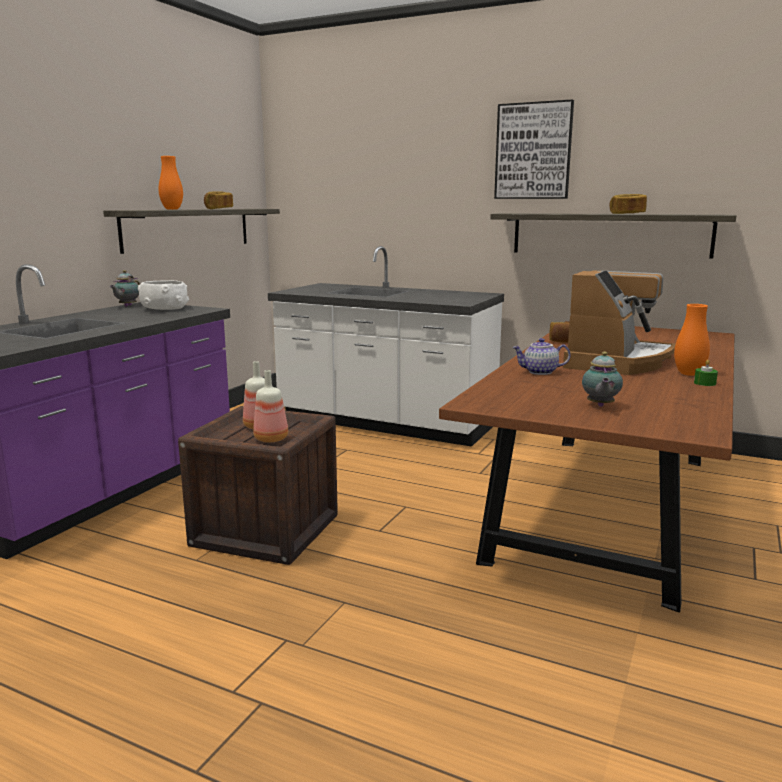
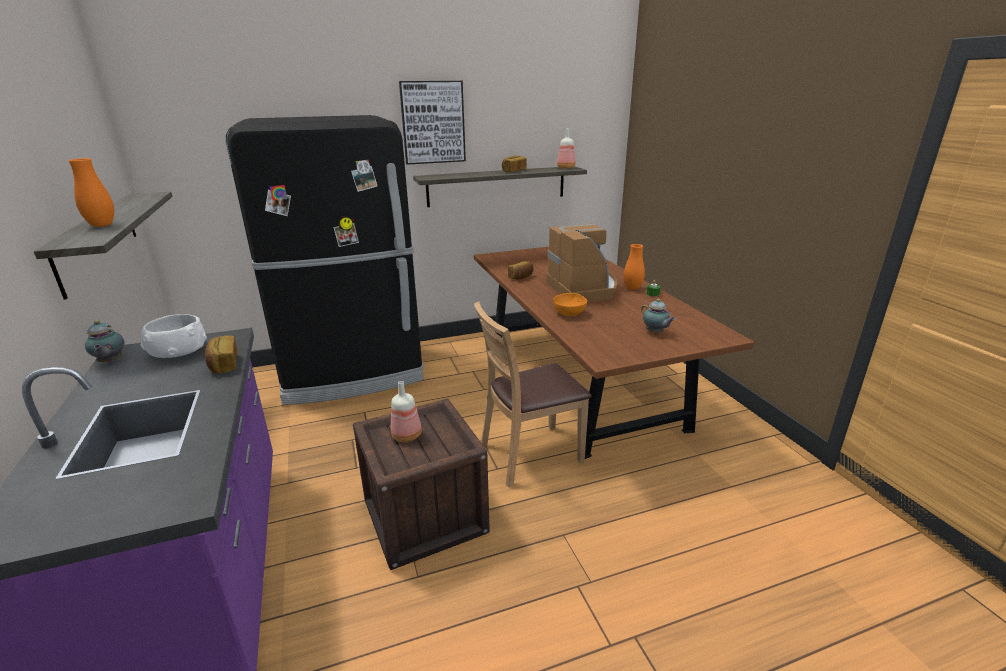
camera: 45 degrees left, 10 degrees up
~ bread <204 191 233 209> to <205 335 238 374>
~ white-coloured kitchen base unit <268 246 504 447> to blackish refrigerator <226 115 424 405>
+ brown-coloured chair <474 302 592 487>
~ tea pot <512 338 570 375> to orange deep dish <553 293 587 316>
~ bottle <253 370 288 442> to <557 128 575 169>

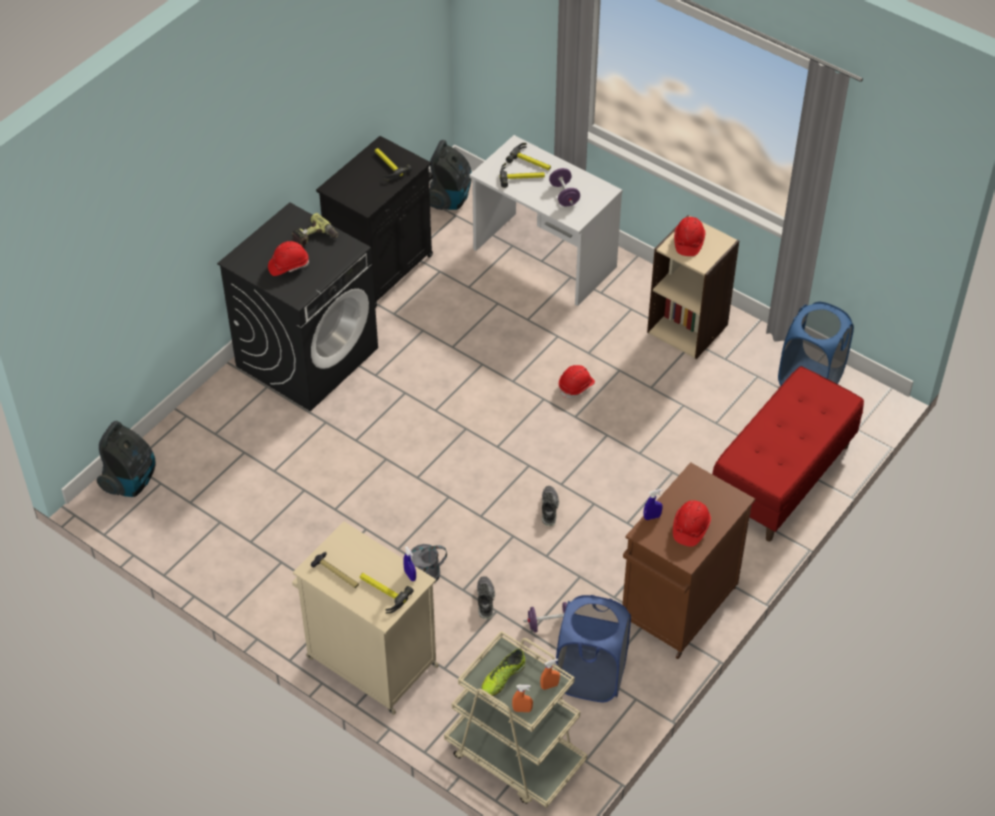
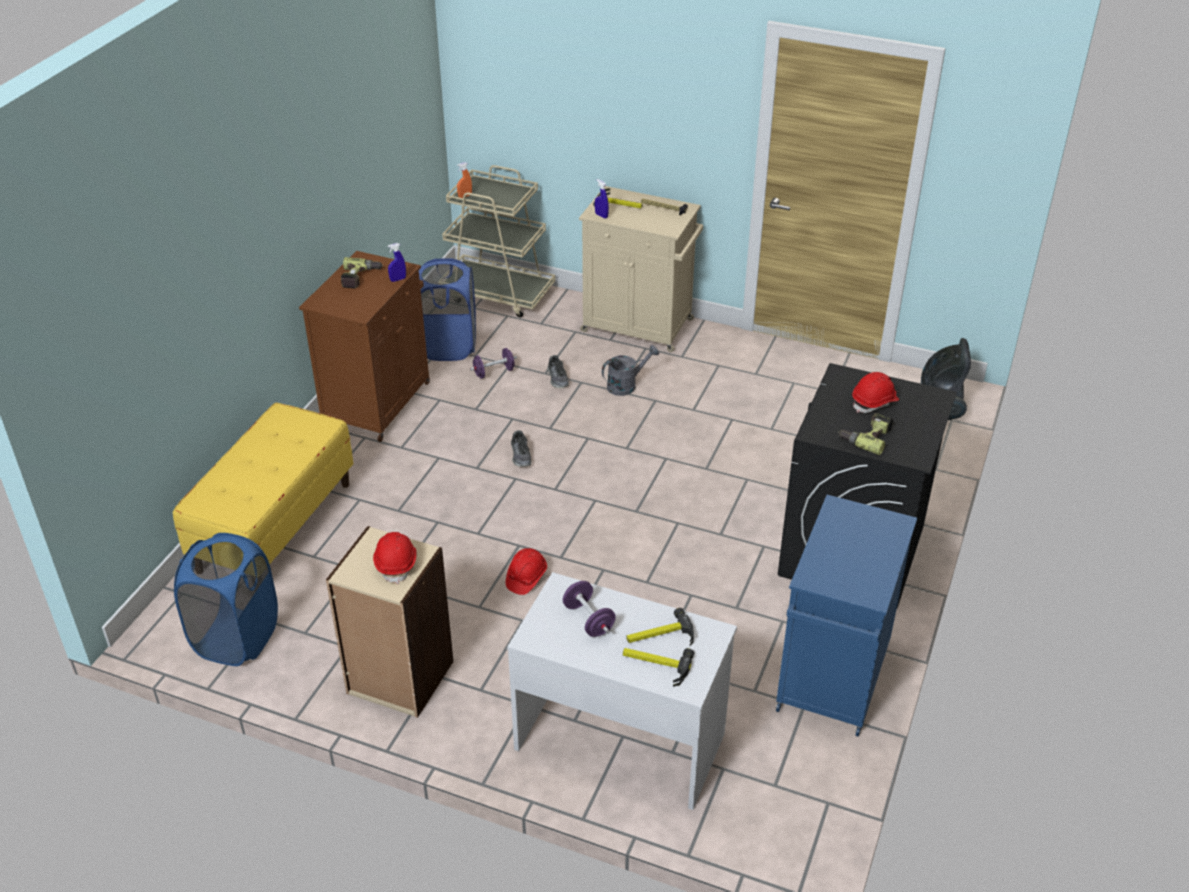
camera: 165 degrees right, 10 degrees down
~ reddish long seat <712 366 864 541> to yellow long seat <173 403 353 565>
~ reddish hard hat <673 500 711 547> to drill <341 257 382 288>
~ blackish cupboard <316 136 433 308> to bluish cupboard <776 495 917 737>
- hammer <375 148 412 181>
- vacuum cleaner <430 140 472 210>
- shoe <481 649 526 696>
- orange spray bottle <512 685 533 712>

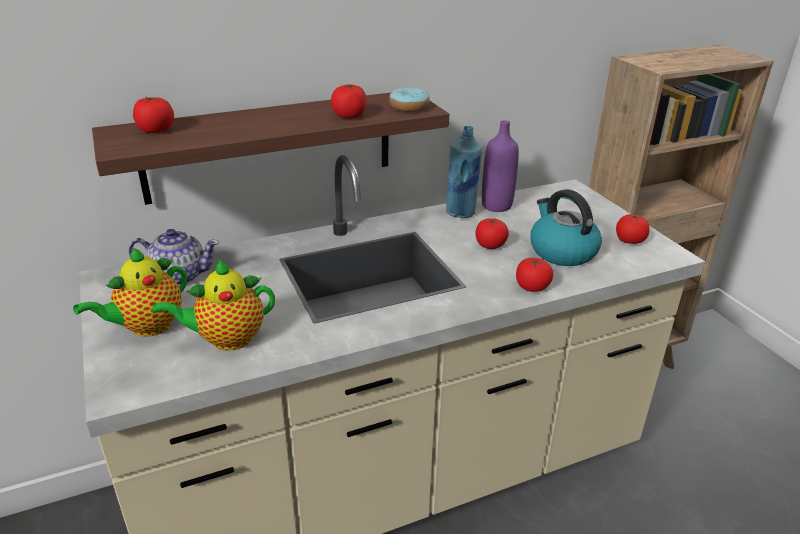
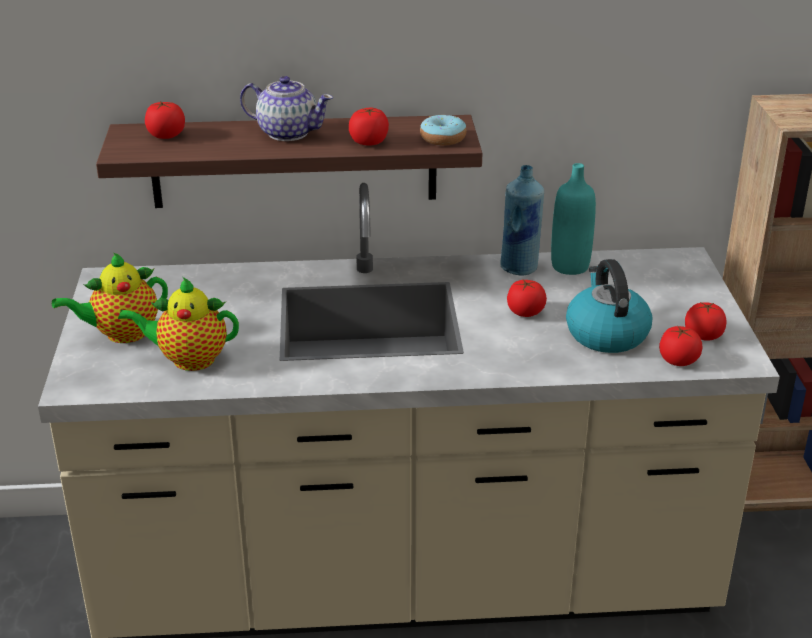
camera: 20 degrees right, 0 degrees up
~ tea pot <129 229 219 286> to <240 76 333 141>
~ purple-coloured bottle <482 120 519 212> to blue-green bottle <551 163 596 275>
~ whole tomato <516 258 553 292> to <659 325 703 366>

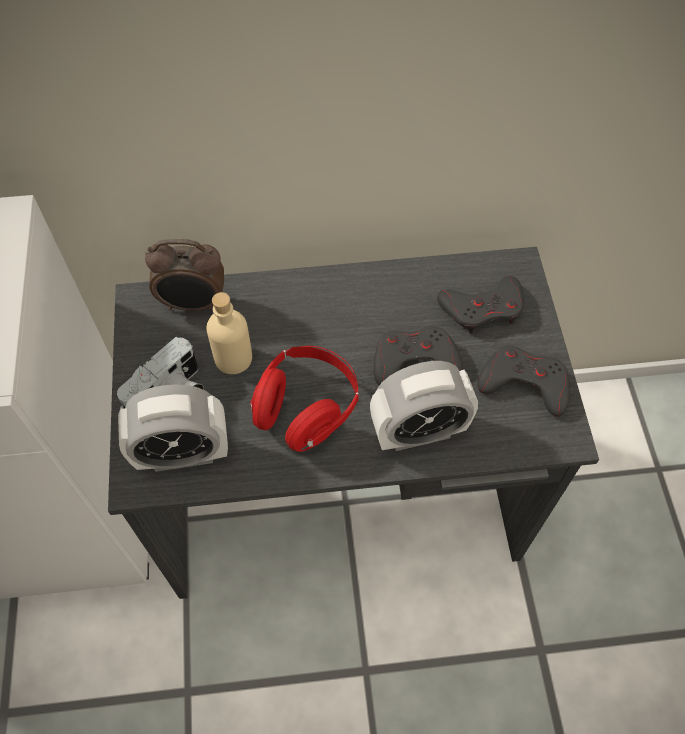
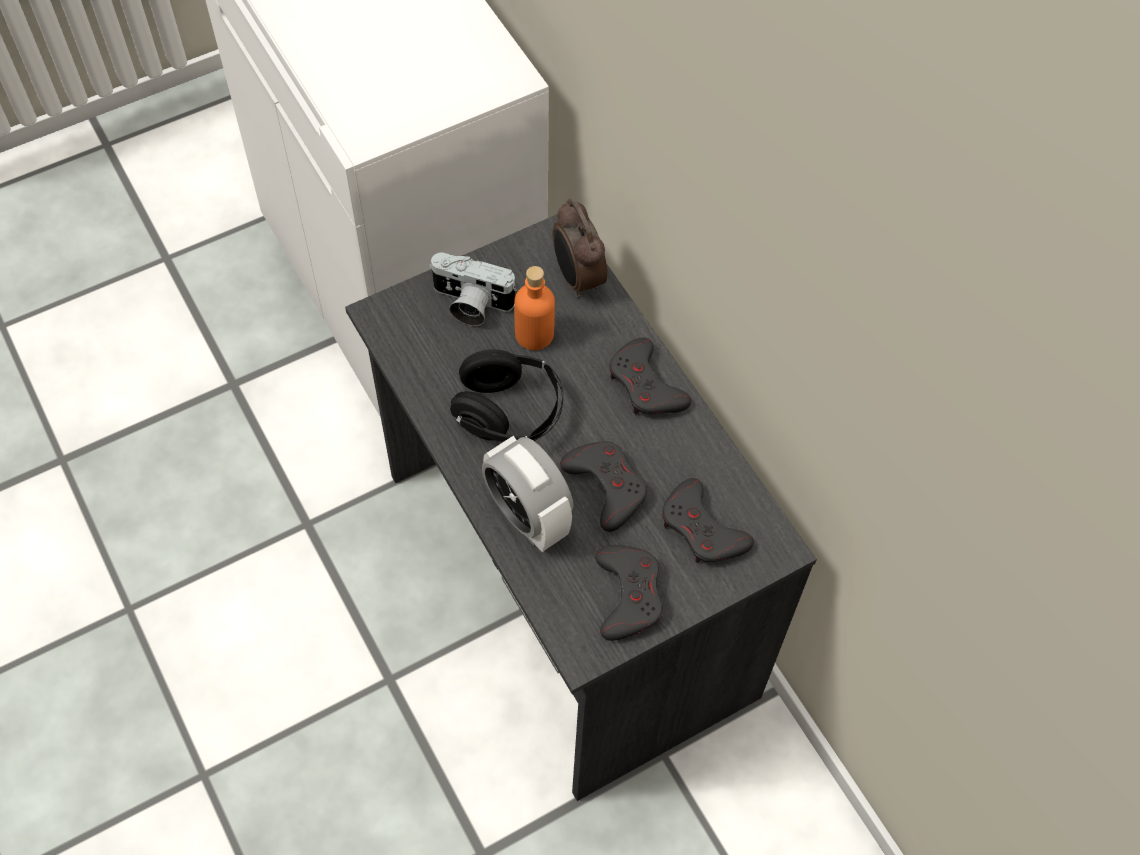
camera: 65 degrees right, 0 degrees up
~ reddish pair of headphones <250 346 359 452> to blackish pair of headphones <450 350 563 442>
~ beige-coloured bottle <206 292 252 374> to orange bottle <515 266 555 350>
+ gray game controller <609 338 692 414>
- table clock <118 384 228 472>

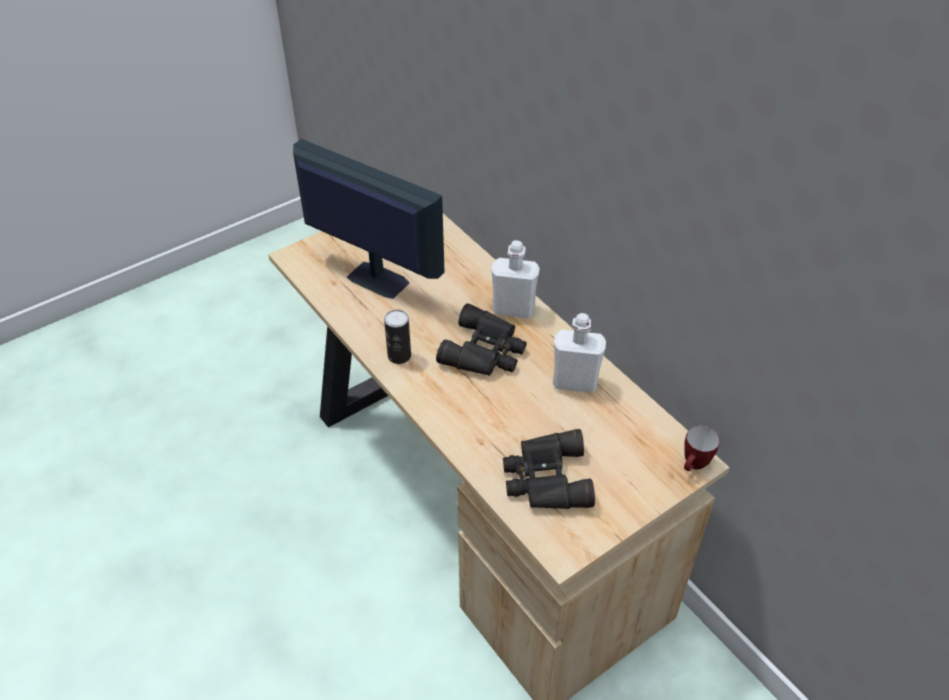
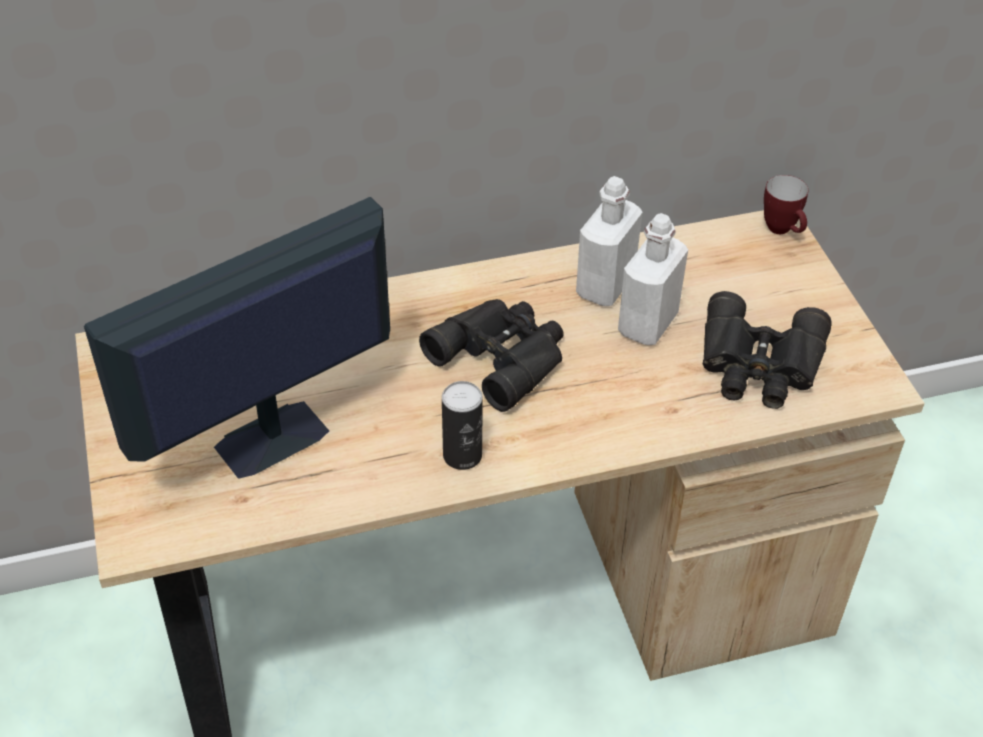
camera: 70 degrees left, 0 degrees up
~ white-coloured bottle <491 240 540 319> to <618 213 688 345>

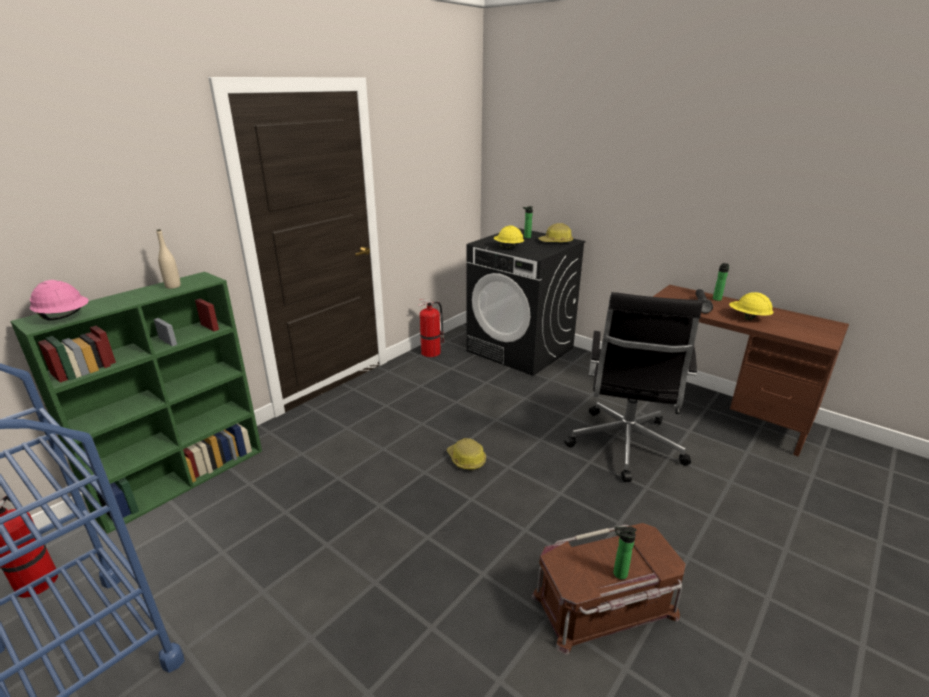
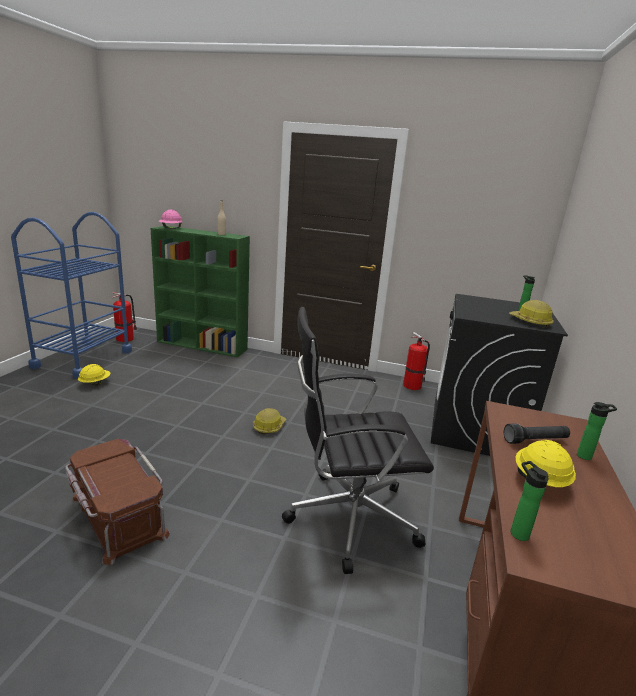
camera: 65 degrees right, 5 degrees down
~ yellow hard hat <494 225 524 249> to <78 364 110 386>
~ bottle <613 527 637 579> to <510 461 548 541>

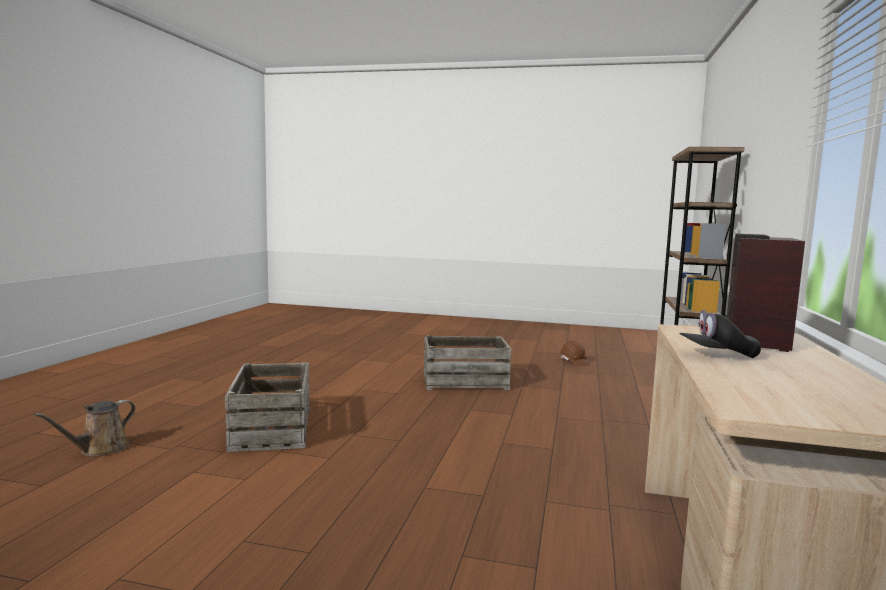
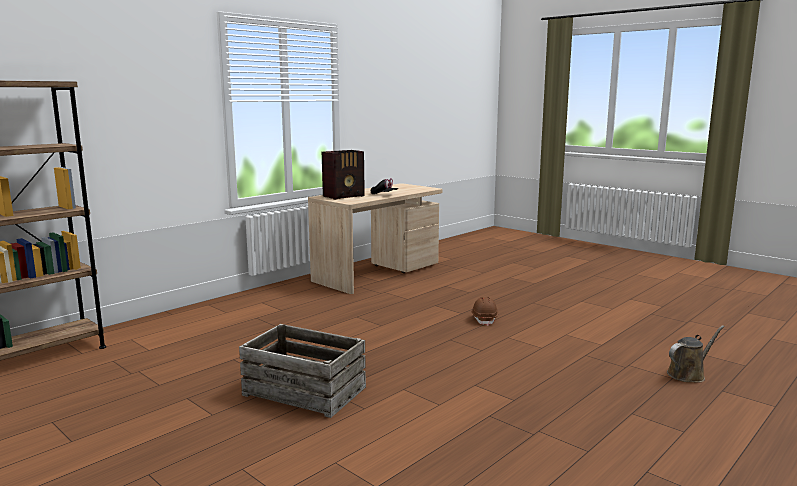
camera: 150 degrees left, 5 degrees up
~ brown-coloured hard hat <560 341 589 366> to <471 297 498 326>
- packing crate <225 362 310 452>

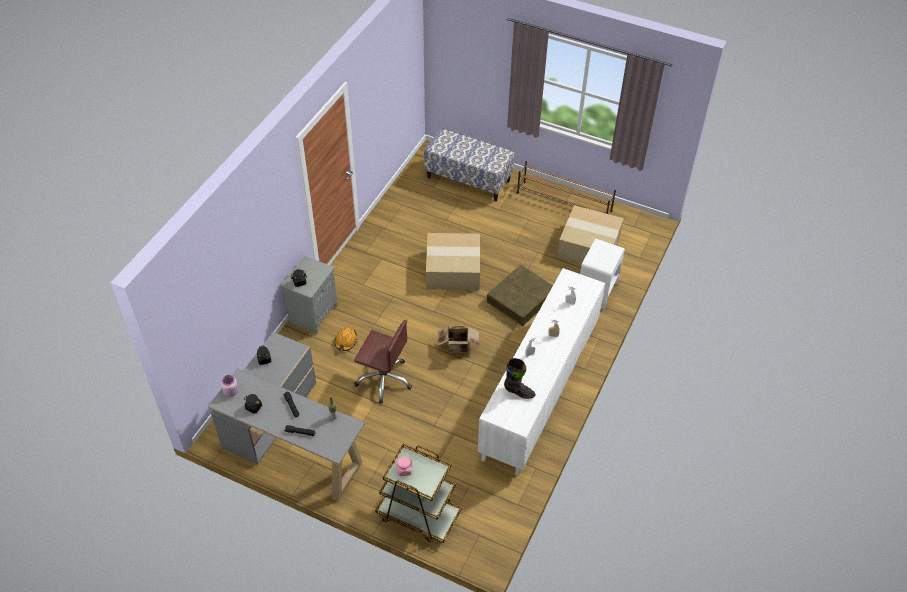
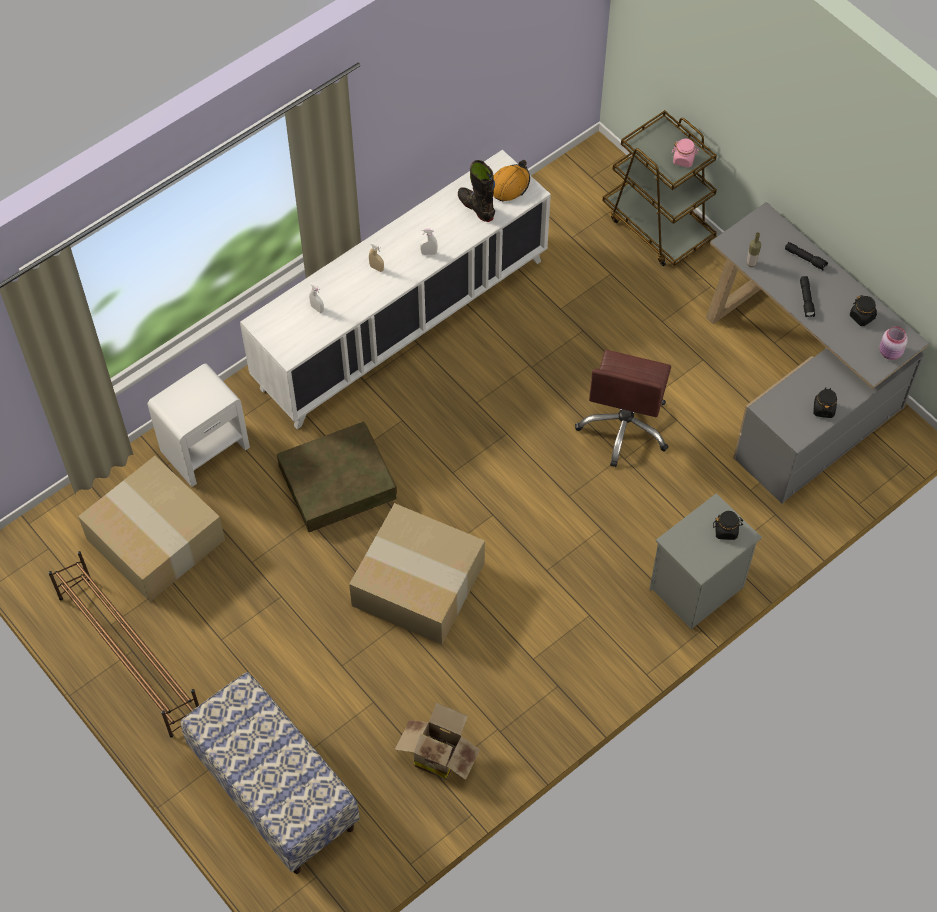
camera: 155 degrees left, 10 degrees up
~ packing box <437 326 479 353> to <395 703 480 780>
~ orange hard hat <335 328 357 351> to <493 160 530 201>
~ brown-coloured desk chair <354 320 412 404> = <575 350 671 467> 120 degrees counterclockwise

